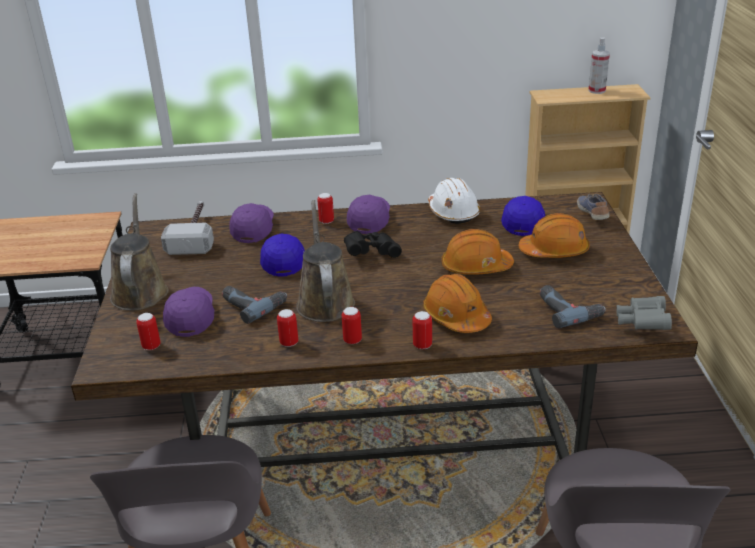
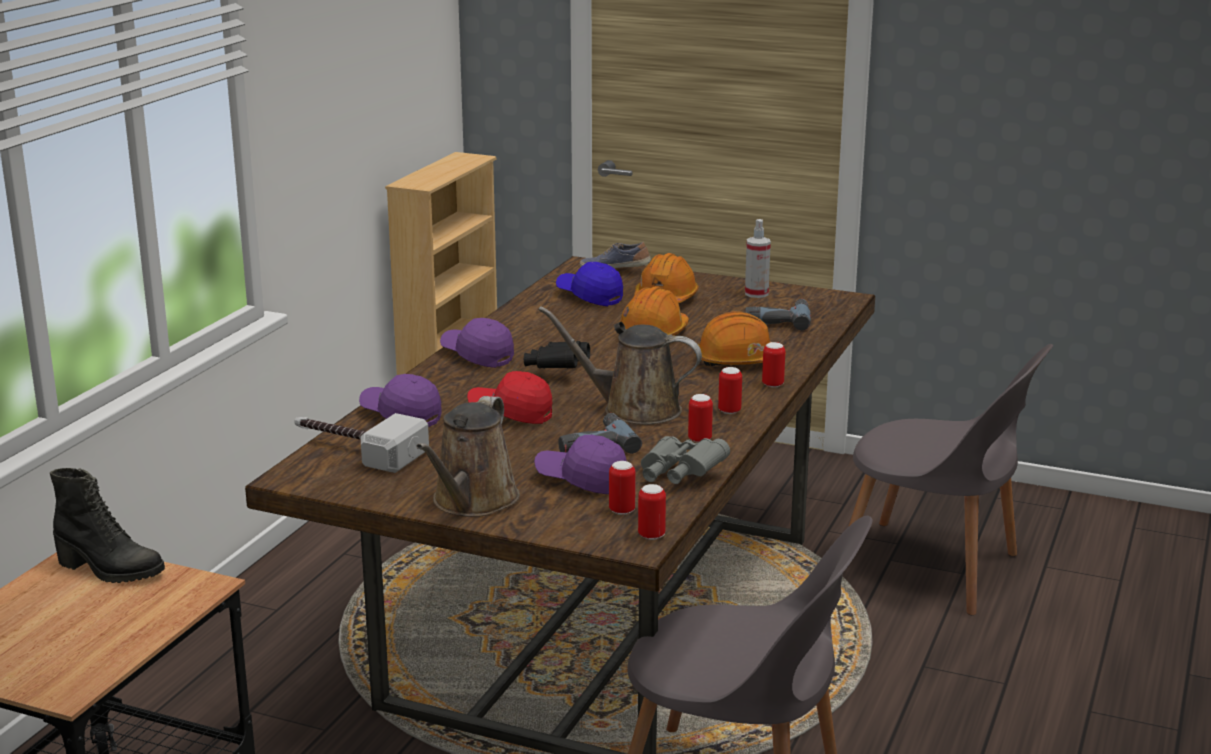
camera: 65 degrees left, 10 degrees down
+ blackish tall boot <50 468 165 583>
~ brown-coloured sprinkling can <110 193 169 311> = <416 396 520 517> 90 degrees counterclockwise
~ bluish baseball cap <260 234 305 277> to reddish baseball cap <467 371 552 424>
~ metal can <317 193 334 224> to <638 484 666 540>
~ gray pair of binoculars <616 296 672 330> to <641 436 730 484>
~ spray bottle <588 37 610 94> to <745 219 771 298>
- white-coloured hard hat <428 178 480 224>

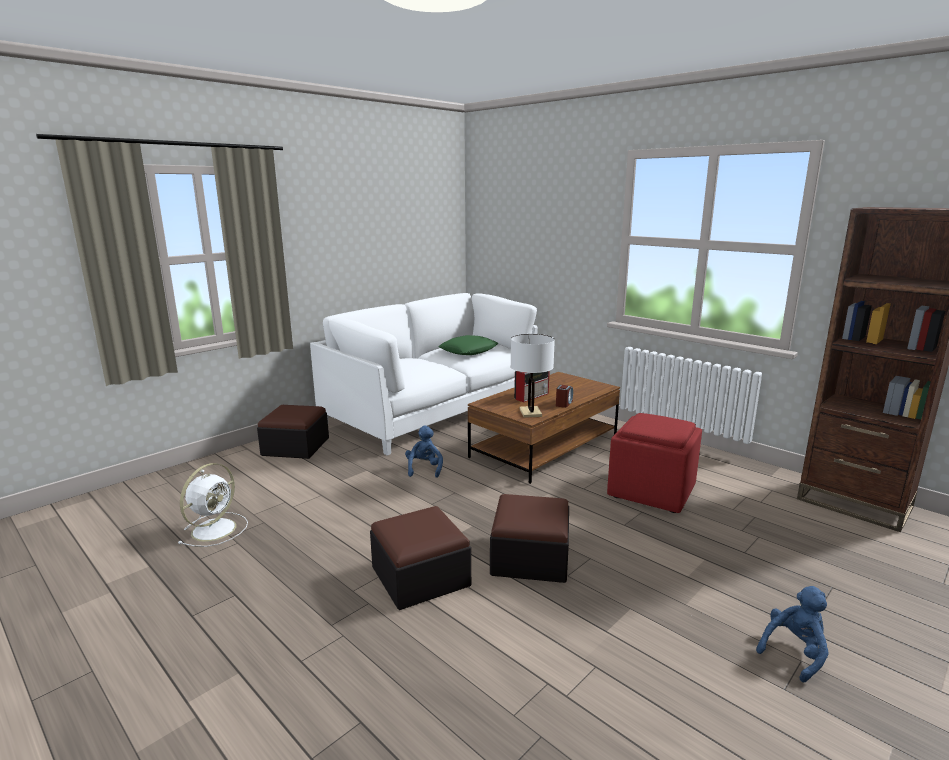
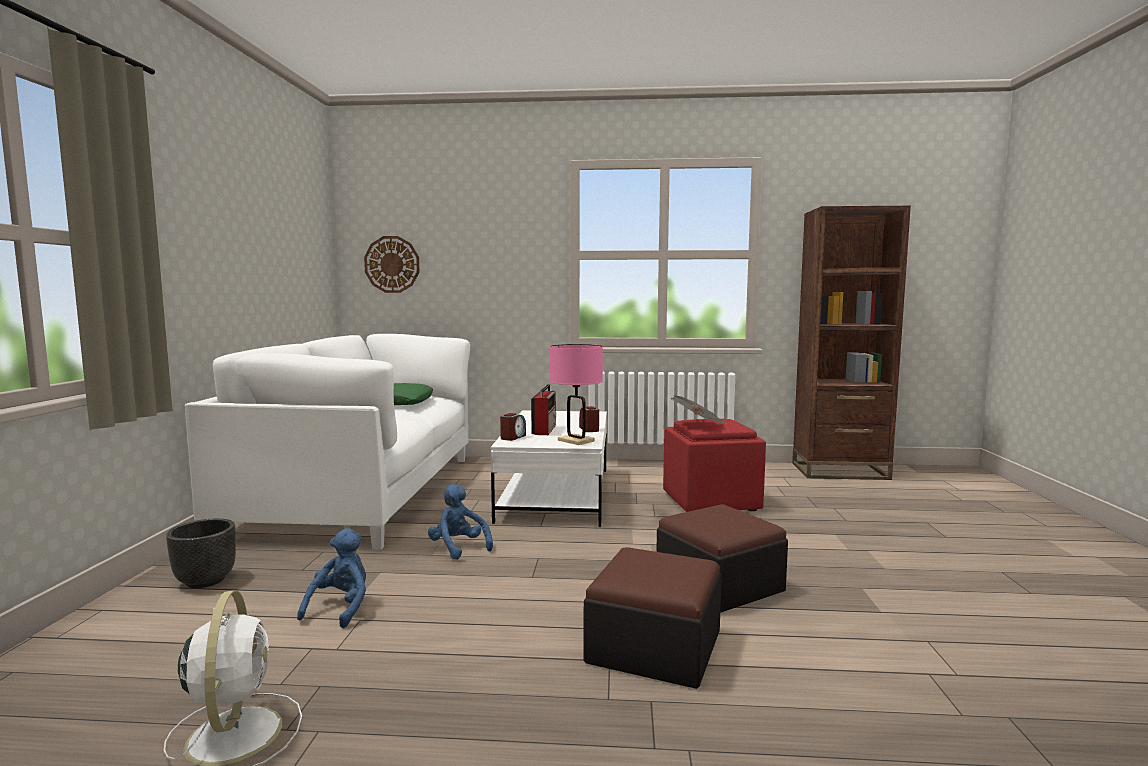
camera: 40 degrees left, 10 degrees down
~ pouffe <257 405 329 459> to blackish plant pot <166 518 236 588>
~ bluish plush toy <756 586 829 682> to <297 528 366 628>
+ wall clock <364 236 420 293>
~ brown-coloured coffee table <468 372 620 484> to white-coloured coffee table <491 410 607 527>
+ table clock <500 413 526 441>
~ white-coloured tabletop lamp <511 334 555 418> to pink-coloured tabletop lamp <550 344 603 445>
+ printed paper <671 396 728 424>

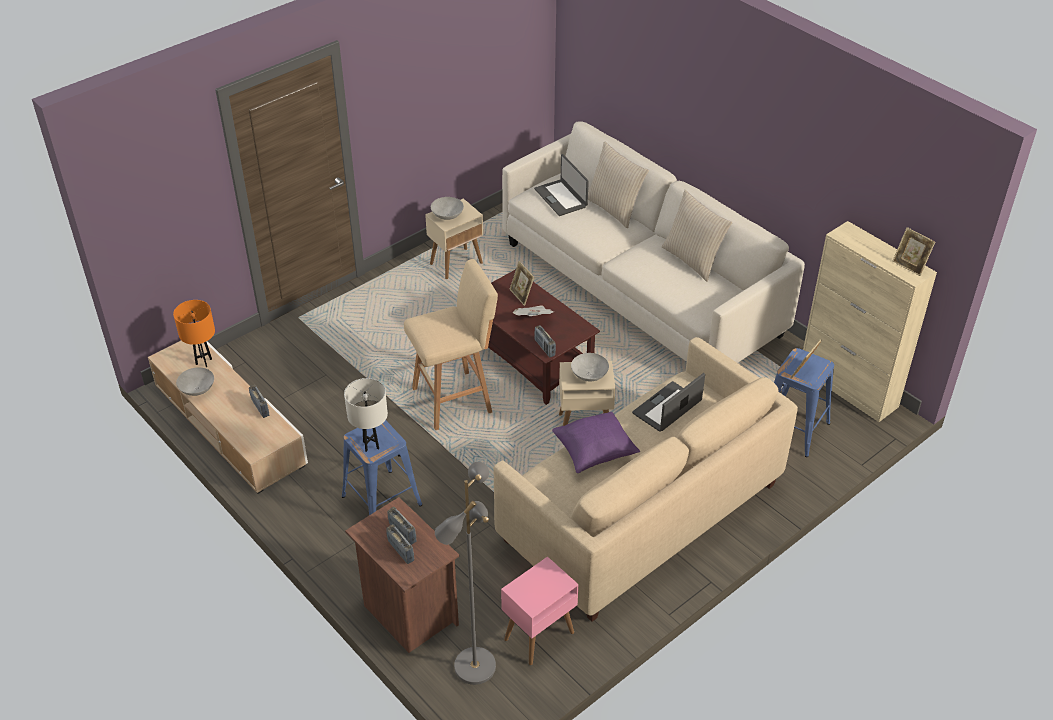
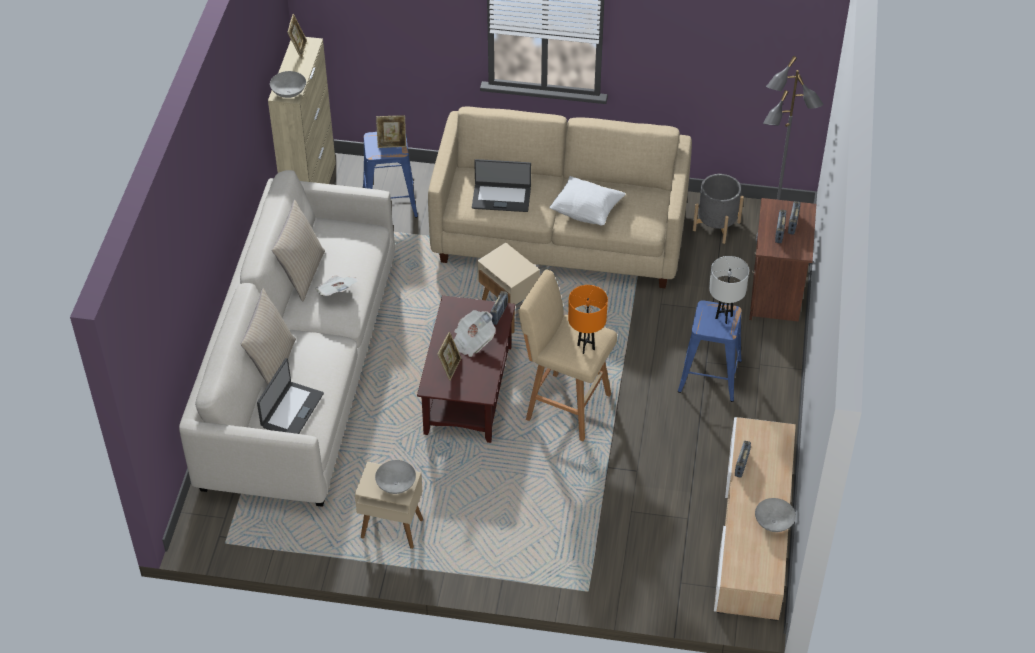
camera: 130 degrees left, 5 degrees up
~ gray deep dish <571 353 609 382> to <270 71 306 98>
+ printed paper <316 276 357 296>
~ purple-coloured pillow <552 412 640 473> to white-coloured pillow <549 176 626 226>
~ orange tabletop lamp <173 300 215 367> to <568 285 608 354>
~ pink-coloured accent table <501 557 578 665> to gray plant pot <693 174 744 244>

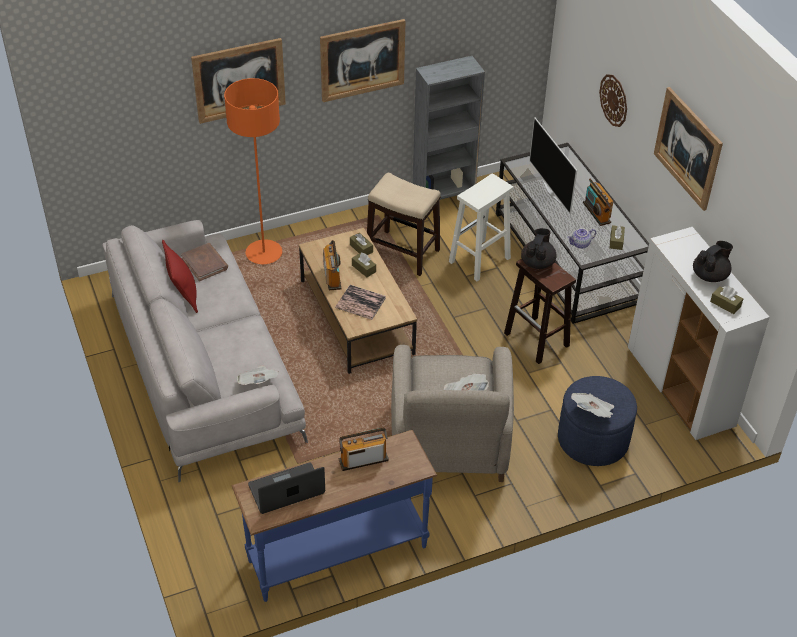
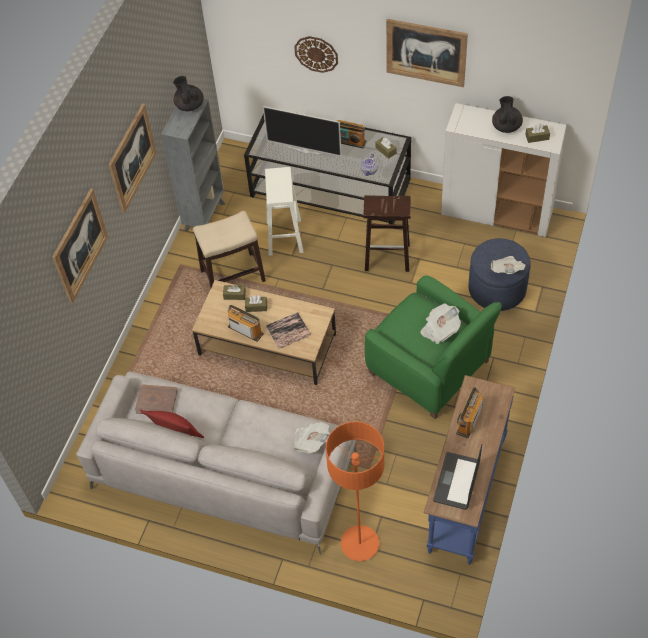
camera: 45 degrees left, 10 degrees up
~ blackish tea pot <521 228 556 269> to <173 76 204 111>
~ orange floor lamp <224 78 282 264> to <326 422 384 561>
~ beige-coloured lounge chair <391 345 514 482> to green-coloured lounge chair <365 276 502 419>

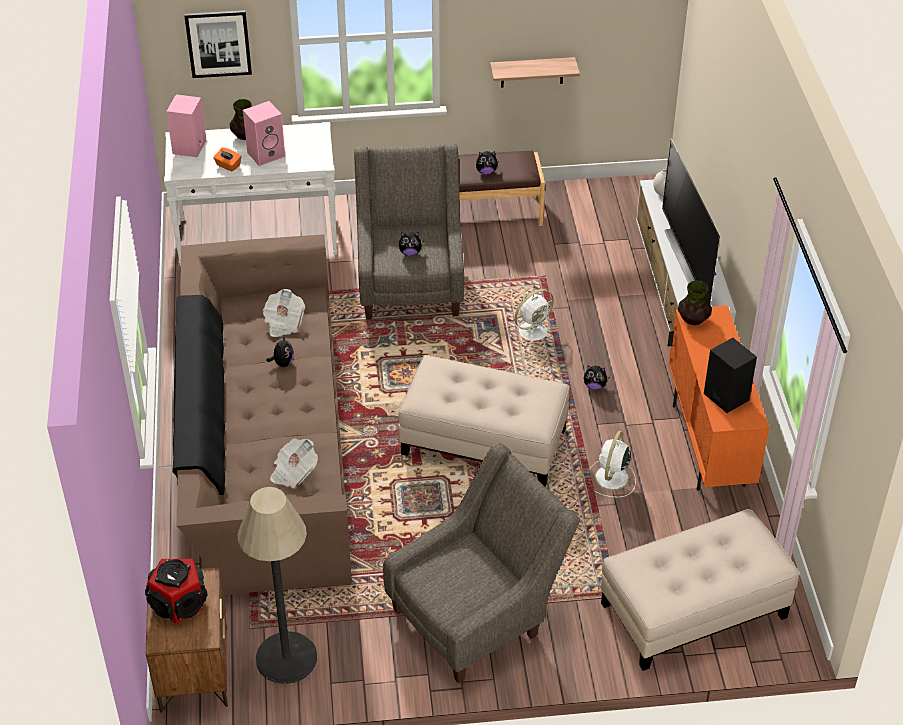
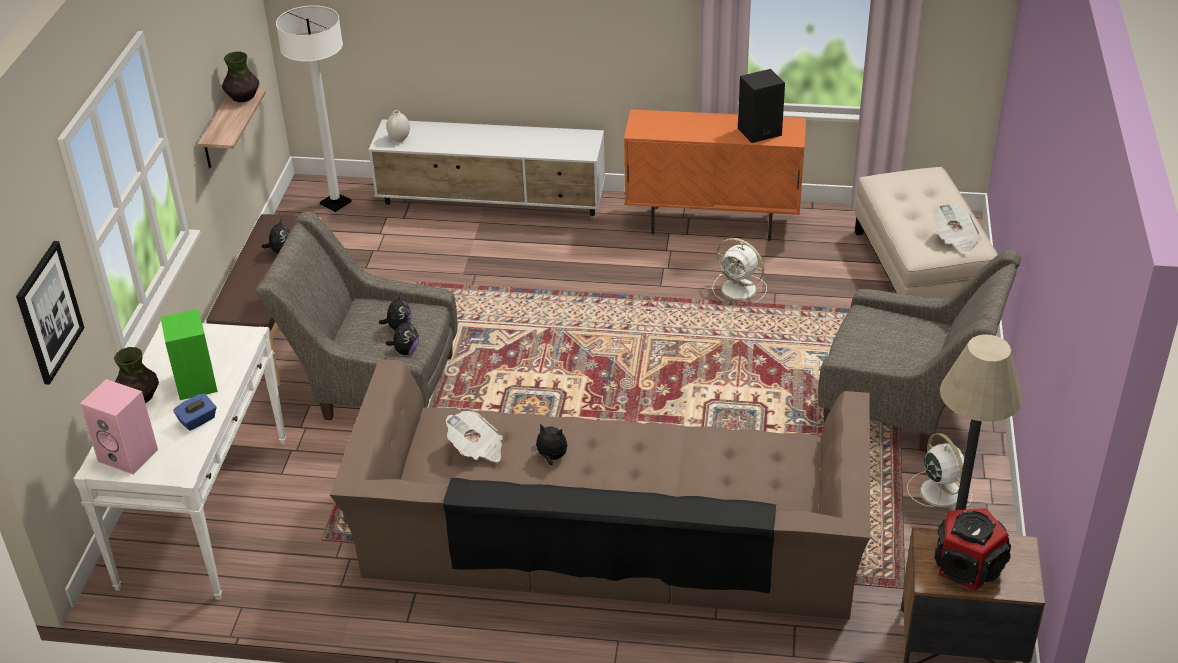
camera: 75 degrees left, 5 degrees down
~ pink-coloured audio speaker <243 101 285 166> to green-coloured audio speaker <160 309 218 400>
~ orange tissue box <213 148 242 172> to bluish tissue box <173 393 216 431>
~ vase <678 281 712 325> to <222 52 259 102>
+ white-coloured floor lamp <276 5 352 212>
~ plush toy <584 366 609 390> to <386 317 419 355>
~ gray lounge chair <383 444 580 683> = <818 250 1022 452> 135 degrees clockwise
~ white-coloured electric fan <509 289 554 347> to <907 433 972 507>
~ printed paper <270 438 318 488> to <933 203 982 254>
- beige-coloured pouffe <398 355 570 487>
- TV <662 138 720 303>

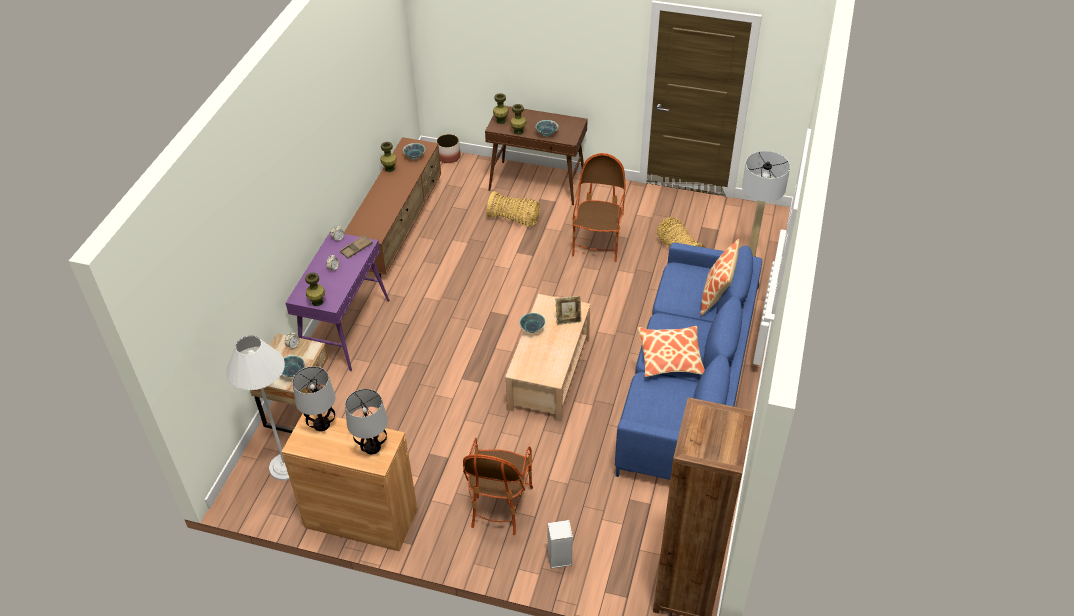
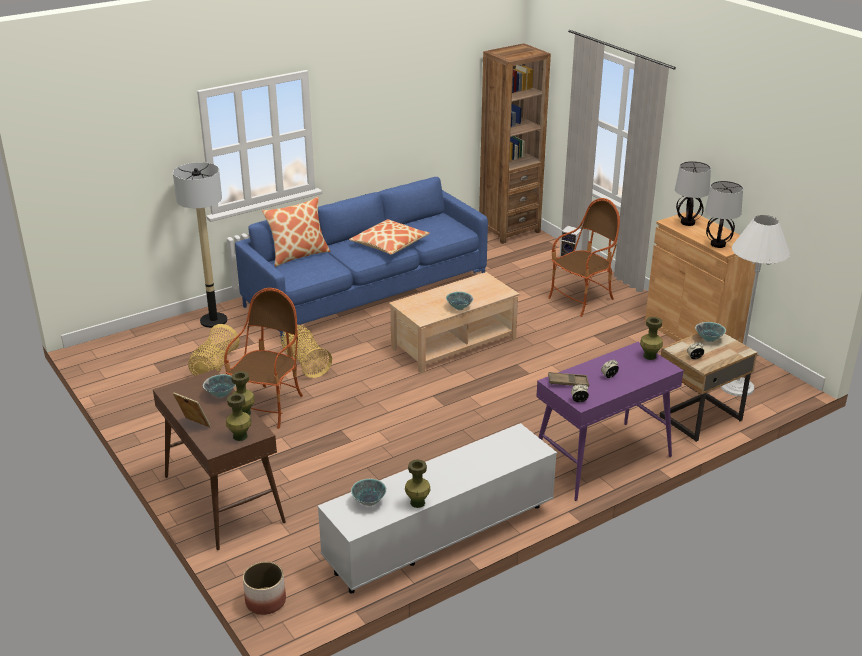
camera: 140 degrees left, 15 degrees down
~ picture frame <556 296 582 325> to <173 392 211 428>
~ lounge chair <572 153 626 262> = <224 288 303 429> 150 degrees clockwise
~ storage basket <487 191 540 226> to <281 325 332 378>
~ brown-coloured tv stand <344 137 441 277> to white-coloured tv stand <317 423 557 594>

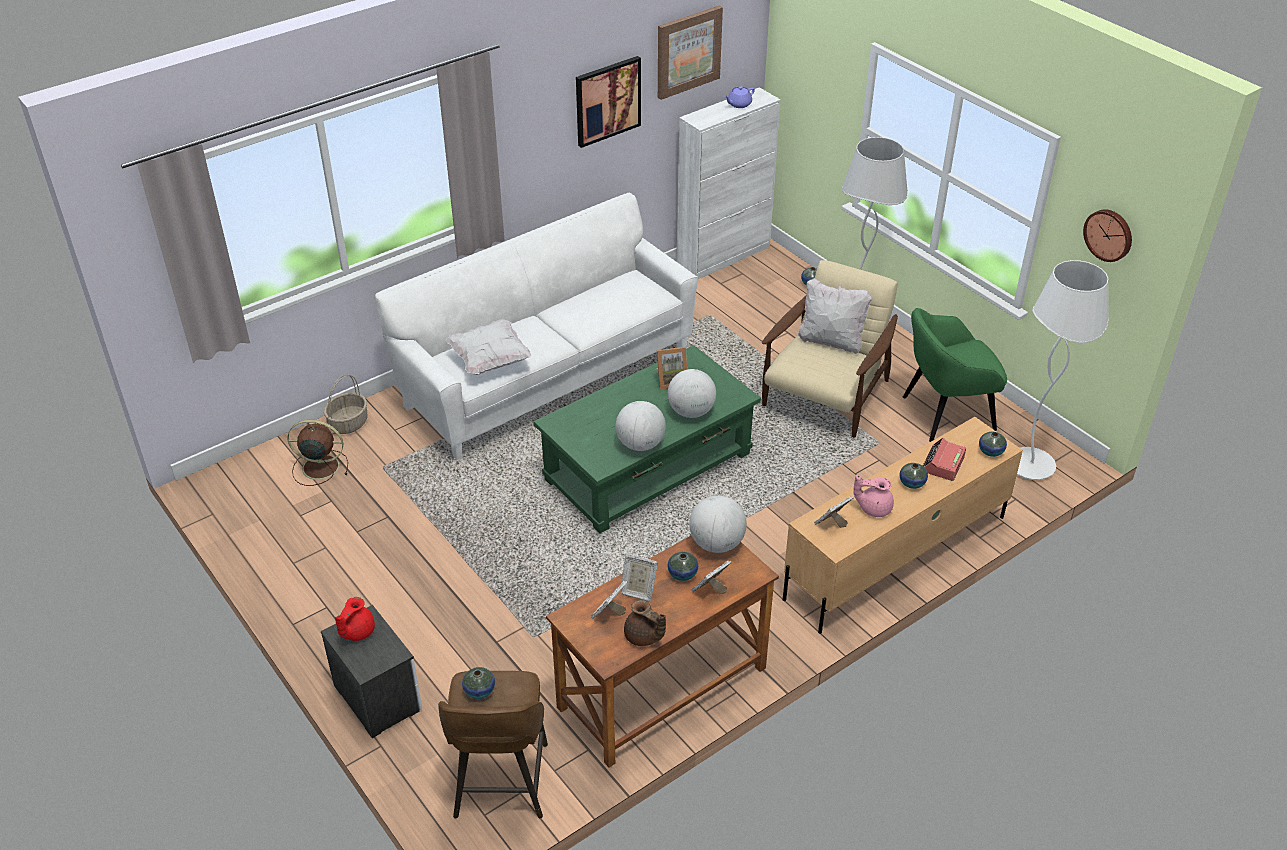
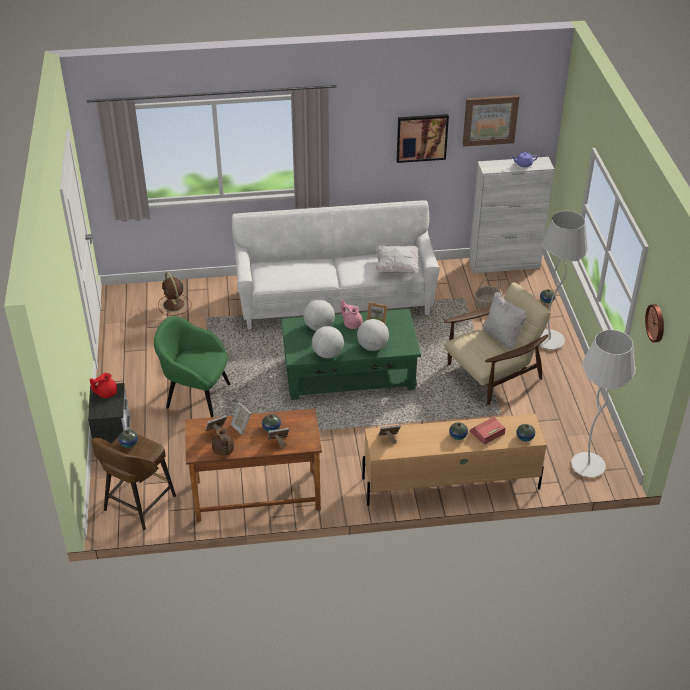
camera: 30 degrees right, 0 degrees up
~ green-coloured lounge chair <903 308 1007 442> to <154 316 230 417>
~ brown-coloured electric fan <287 420 348 486> = <158 272 192 316> 150 degrees counterclockwise
~ world globe <689 495 747 553> to <303 300 335 331>
~ pink-coloured tea pot <853 475 894 517> to <341 300 363 329>
~ white-coloured pillow <445 319 531 375> to <375 245 420 274>
~ storage basket <324 374 367 434> to <474 274 502 309>

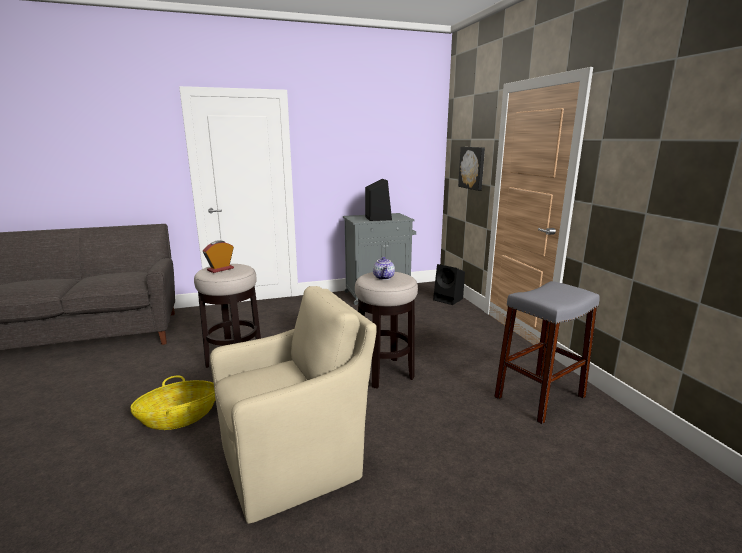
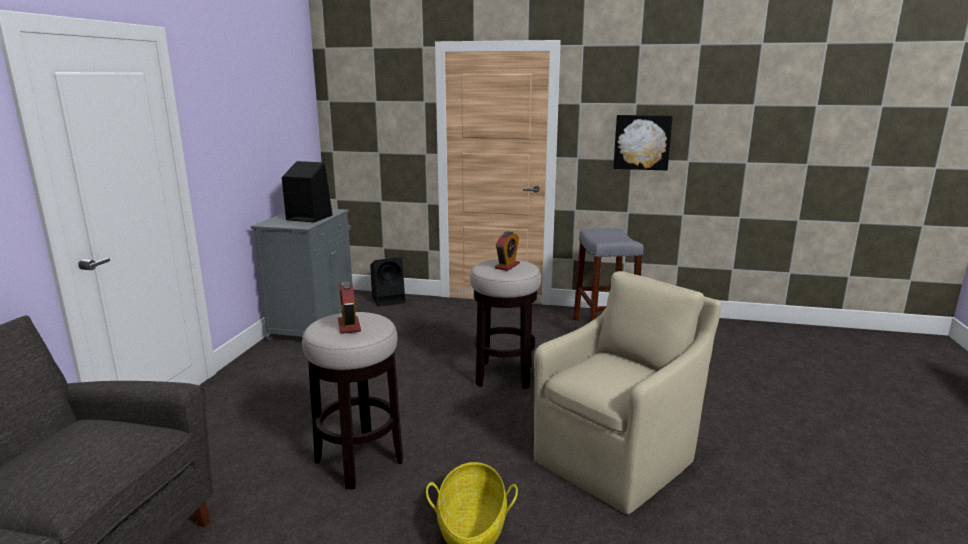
camera: 60 degrees left, 0 degrees up
~ tea pot <373 257 395 280> to table clock <495 231 520 271>
~ beige-coloured lounge chair <210 286 377 524> = <534 271 721 515> 45 degrees clockwise
~ picture <458 147 485 191> to <613 115 673 171>

